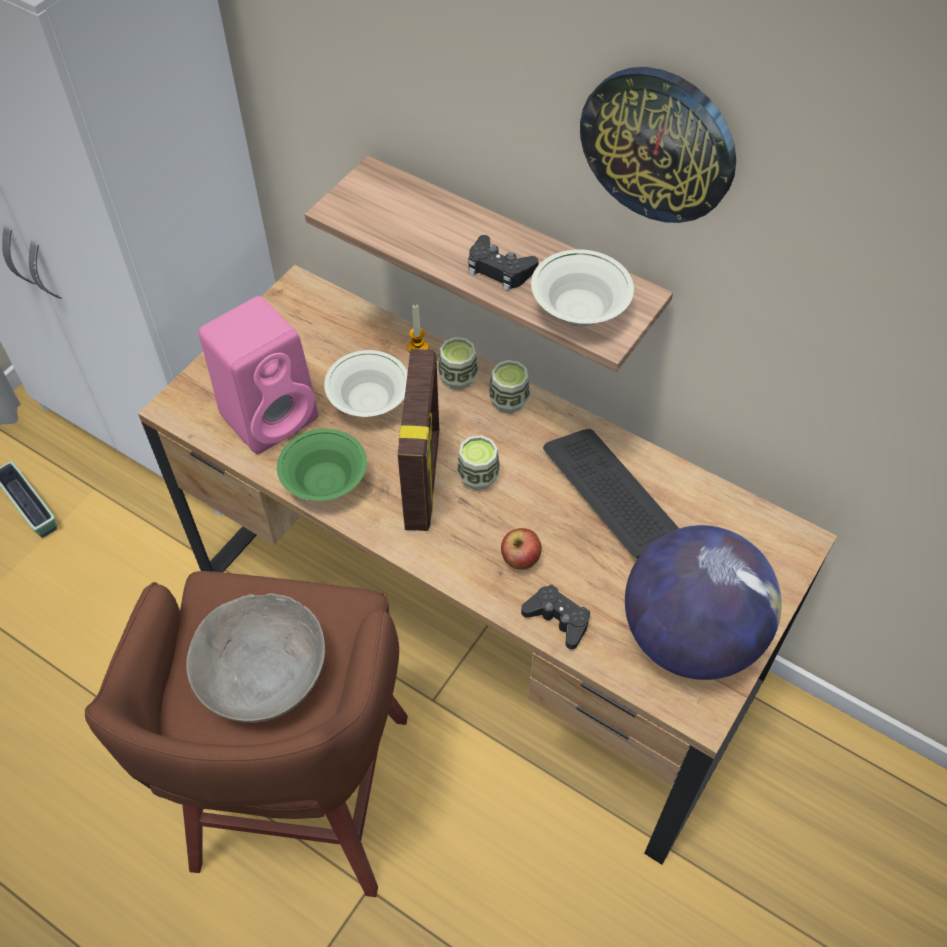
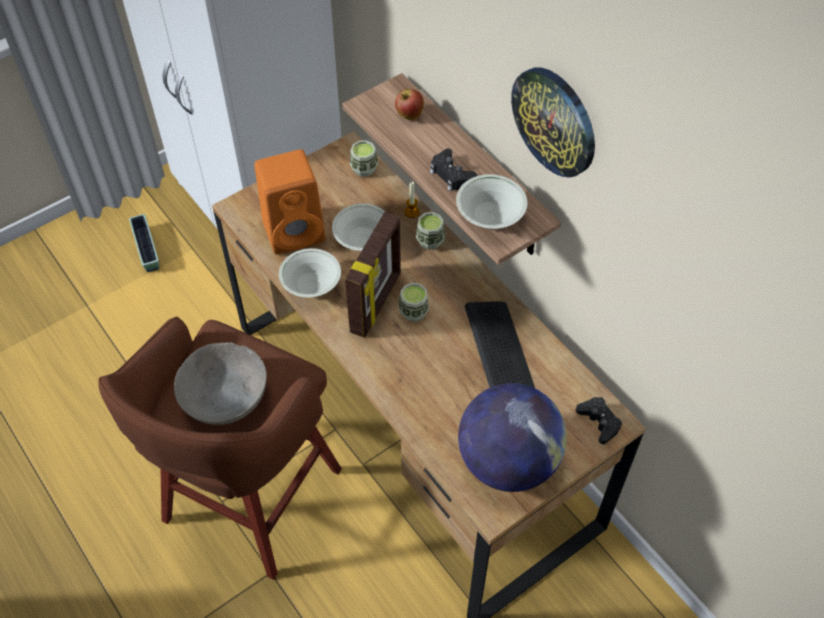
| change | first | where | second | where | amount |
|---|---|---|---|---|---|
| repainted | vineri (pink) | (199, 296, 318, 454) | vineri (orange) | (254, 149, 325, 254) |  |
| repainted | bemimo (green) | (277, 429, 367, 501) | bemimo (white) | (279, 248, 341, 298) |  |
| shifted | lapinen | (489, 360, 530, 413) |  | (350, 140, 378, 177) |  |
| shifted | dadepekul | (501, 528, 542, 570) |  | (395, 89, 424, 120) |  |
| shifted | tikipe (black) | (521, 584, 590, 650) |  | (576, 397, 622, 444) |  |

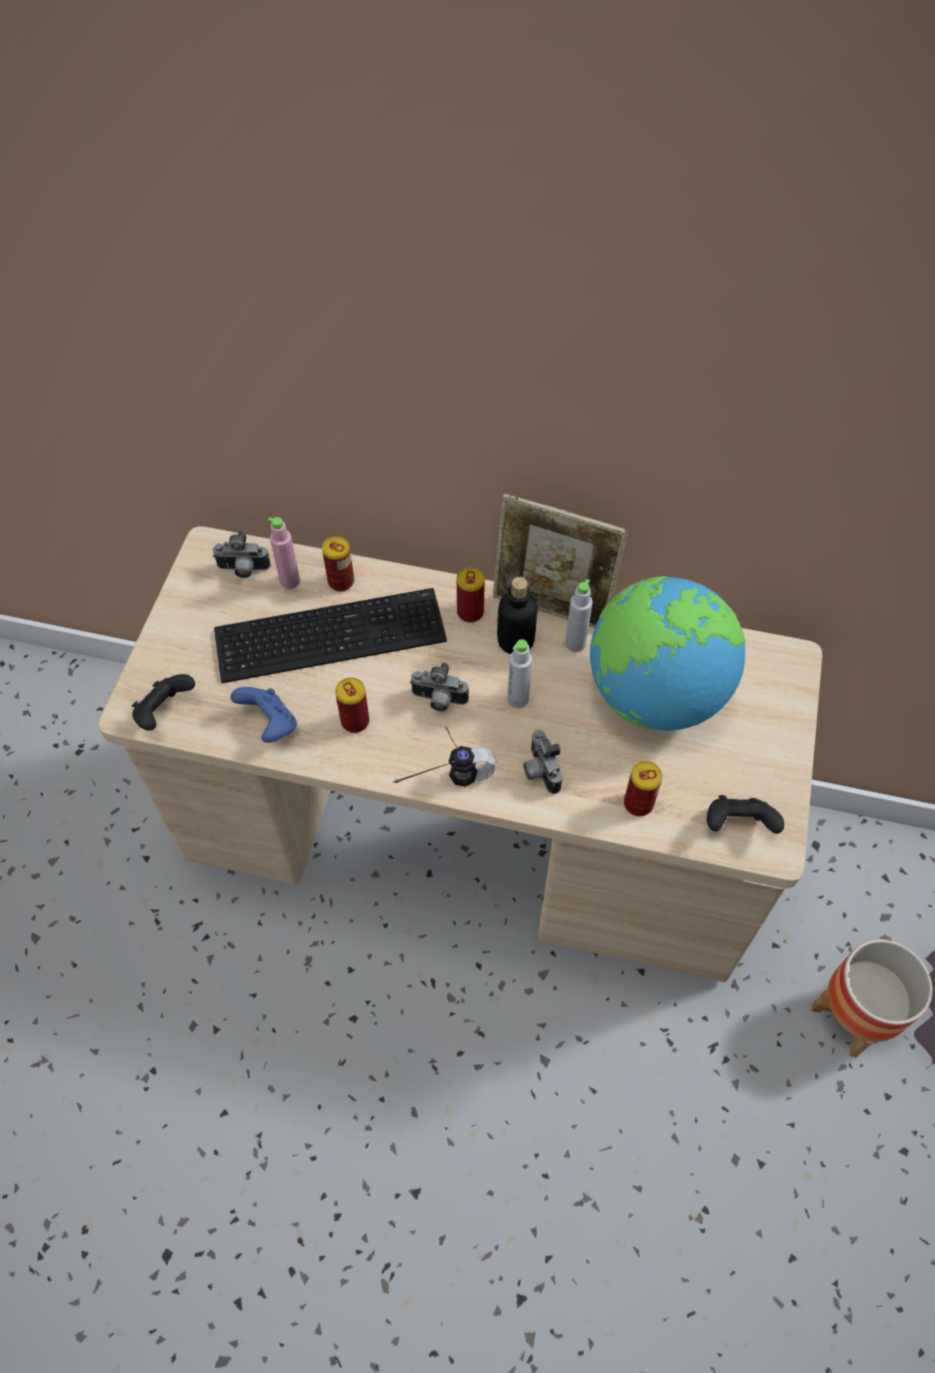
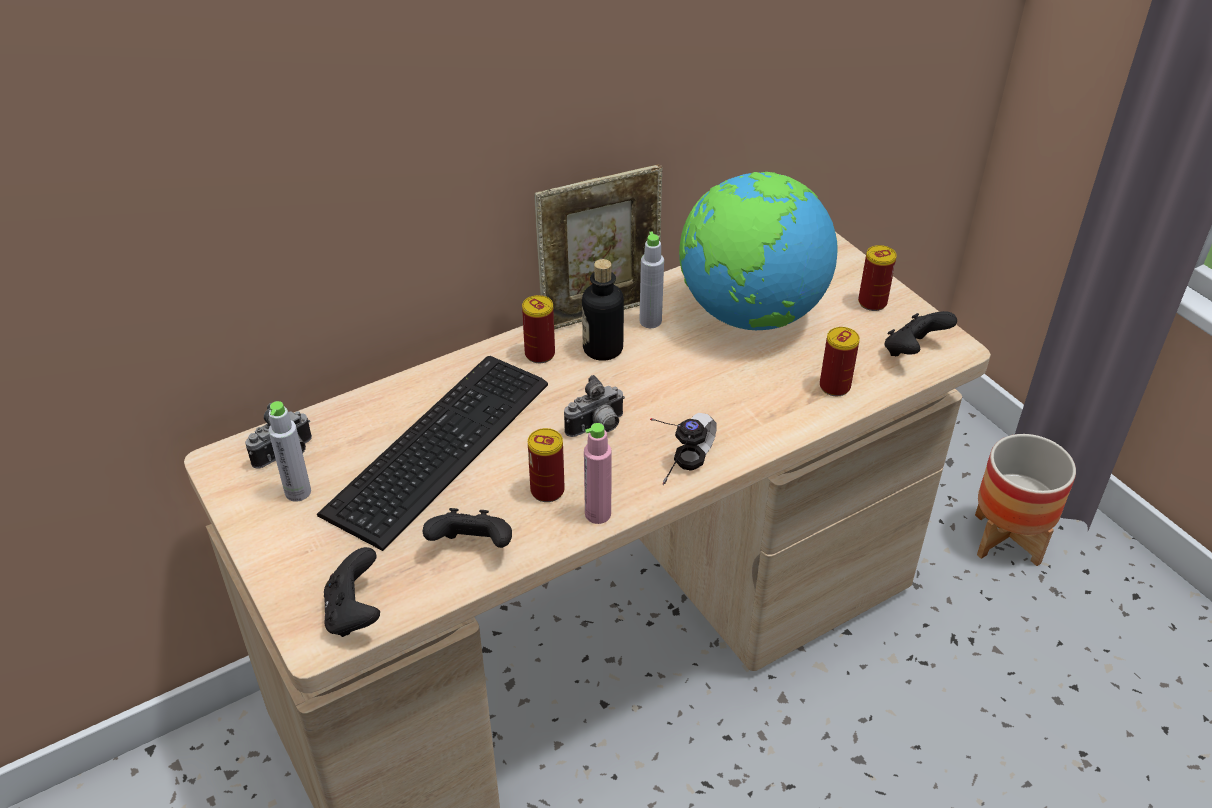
| change | first | where | second | where | amount |
|---|---|---|---|---|---|
| shifted | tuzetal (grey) | (507, 639, 532, 708) |  | (269, 401, 311, 502) |  |
| repainted | tikipe (blue) | (230, 687, 297, 743) | tikipe (black) | (423, 508, 512, 548) |  |
| shifted | tuzetal (pink) | (268, 517, 300, 589) |  | (584, 423, 612, 524) |  |
| shifted | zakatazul | (322, 536, 354, 592) |  | (858, 245, 897, 311) |  |
| gone | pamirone | (524, 730, 563, 794) |  |  |  |

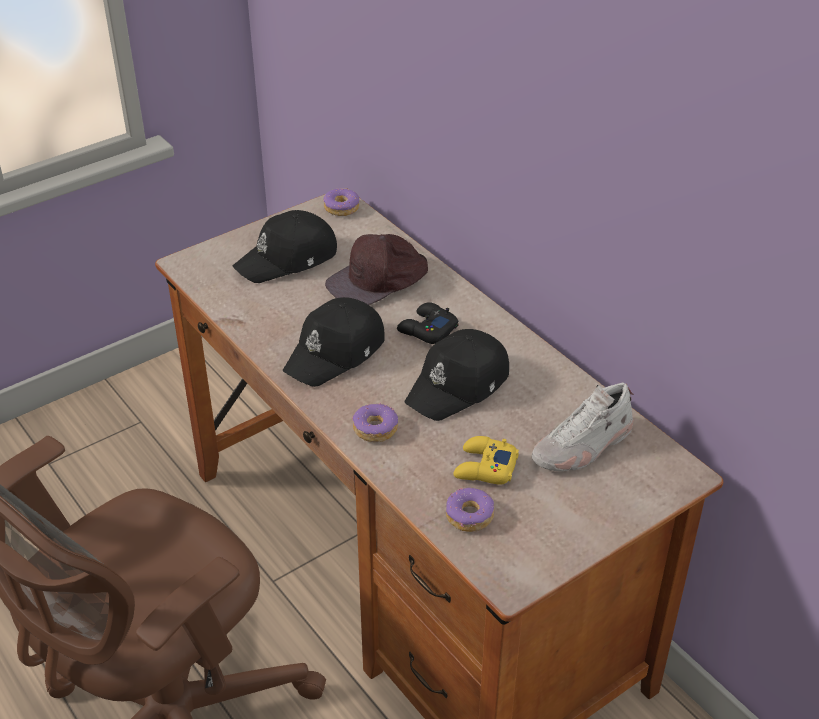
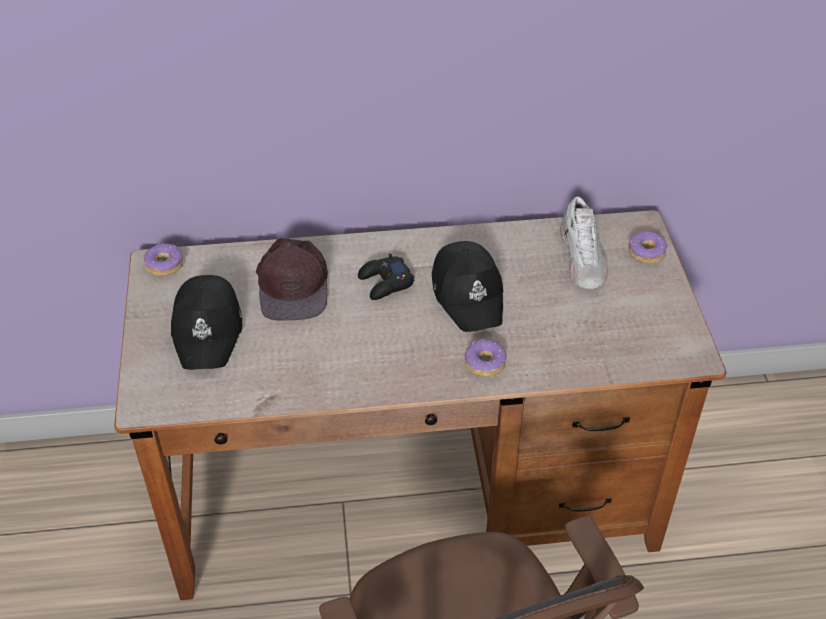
| change | first | where | second | where | amount |
|---|---|---|---|---|---|
| shifted | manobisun | (446, 488, 494, 532) |  | (629, 231, 667, 264) |  |
| gone | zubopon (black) | (283, 297, 385, 387) |  |  |  |
| gone | tikipe (yellow) | (453, 436, 519, 485) |  |  |  |

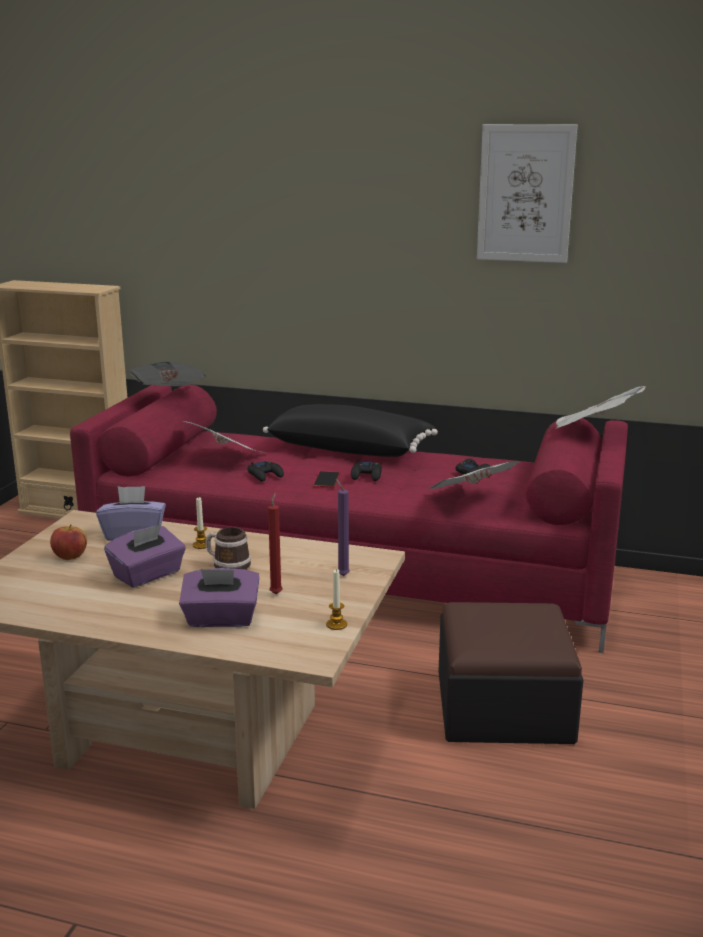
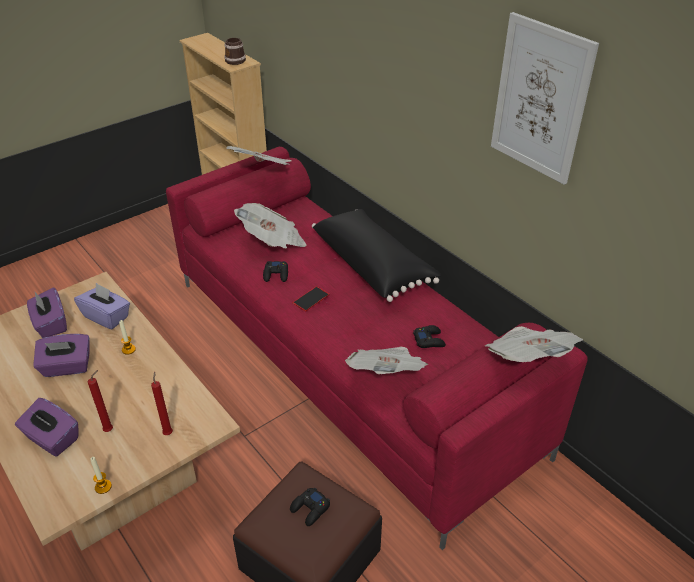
| change | first | where | second | where | amount |
|---|---|---|---|---|---|
| swapped | dadepekul | (50, 524, 87, 560) | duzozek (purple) | (27, 288, 67, 338) |  |
| repainted | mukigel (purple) | (336, 479, 350, 576) | mukigel (red) | (151, 372, 173, 435) |  |
| shifted | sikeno | (206, 527, 251, 570) |  | (224, 38, 246, 65) |  |
| shifted | tikipe (black) | (351, 459, 382, 481) |  | (290, 487, 330, 526) |  |

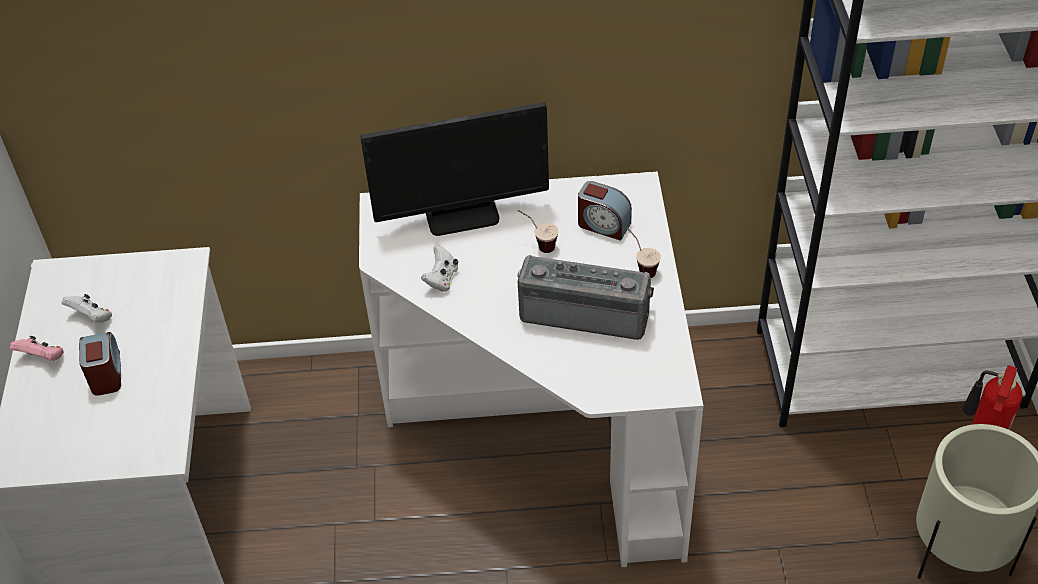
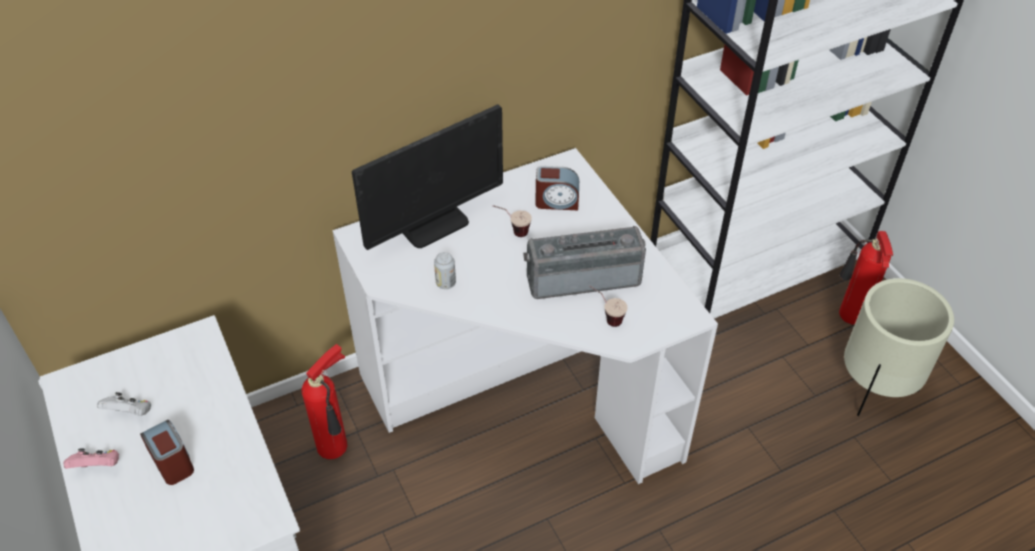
| change | first | where | second | where | amount |
|---|---|---|---|---|---|
| new |  |  | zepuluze | (302, 344, 347, 459) |  |
| swapped | tikipe (white) | (421, 245, 458, 292) | zakatazul | (434, 252, 456, 289) |  |
| shifted | lapinen | (627, 227, 661, 278) |  | (589, 285, 628, 327) |  |

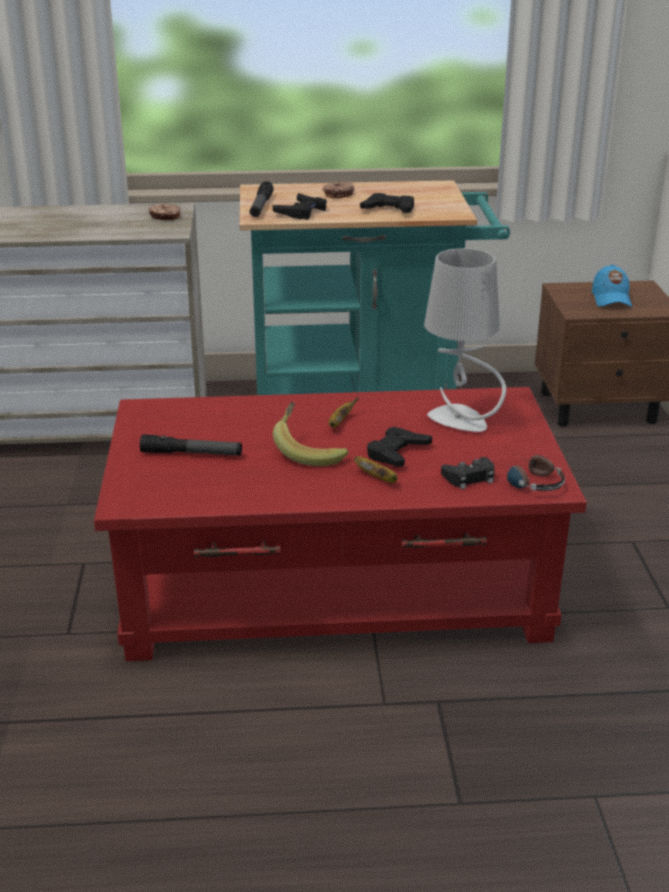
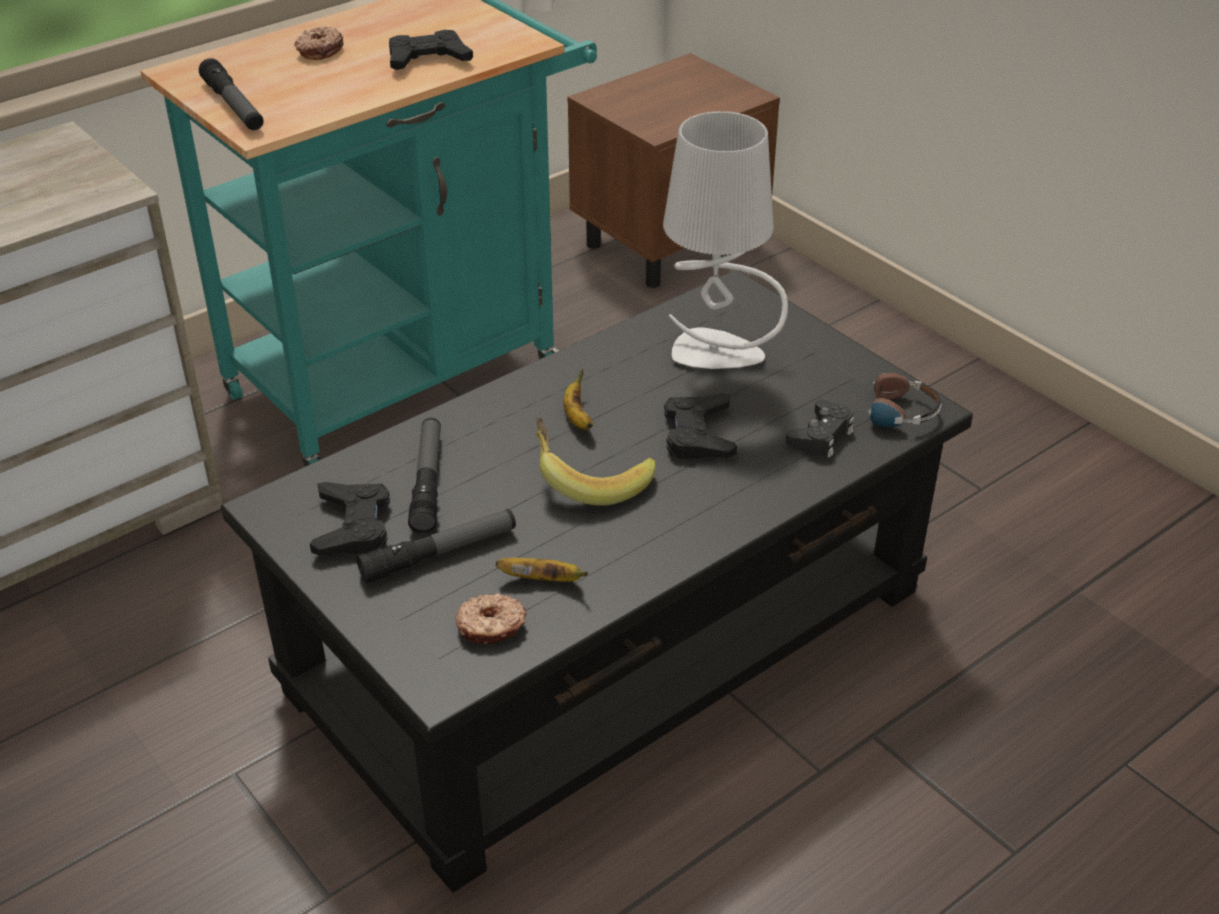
| change | first | where | second | where | amount |
|---|---|---|---|---|---|
| repainted | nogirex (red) | (94, 387, 587, 661) | nogirex (black) | (221, 270, 973, 892) |  |
| shifted | tikipe (black) | (273, 193, 327, 220) |  | (310, 482, 390, 556) |  |
| new |  |  | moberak | (408, 418, 441, 533) |  |
| shifted | manobisun | (149, 204, 180, 220) |  | (456, 593, 526, 645) |  |
| shifted | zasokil | (354, 456, 398, 483) |  | (496, 558, 588, 582) |  |
| gone | zubopon (blue) | (592, 264, 632, 307) |  |  |  |

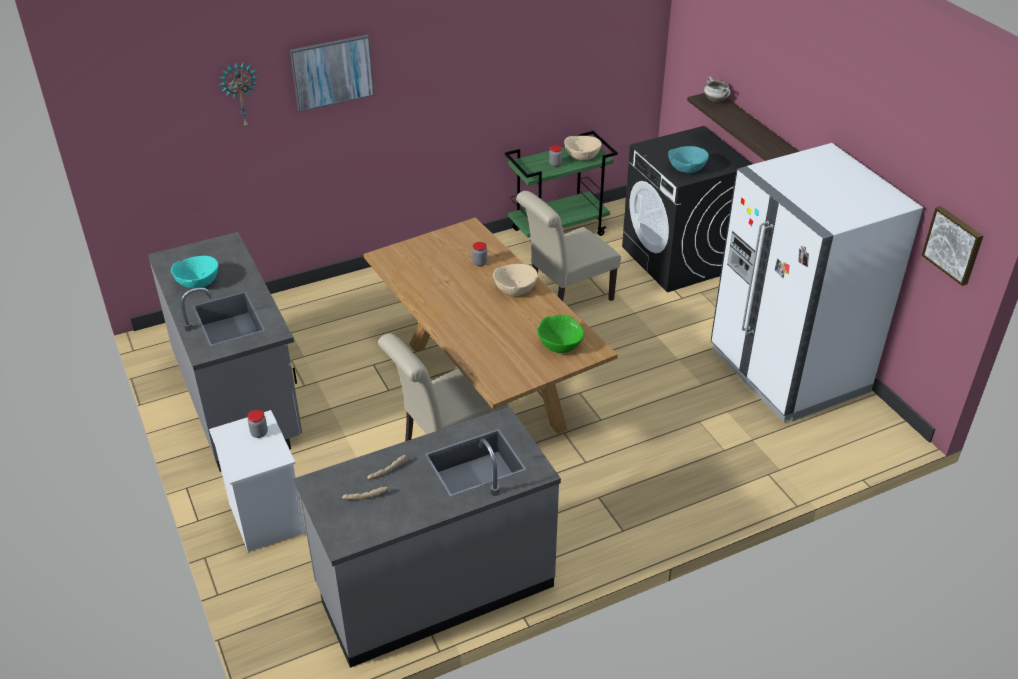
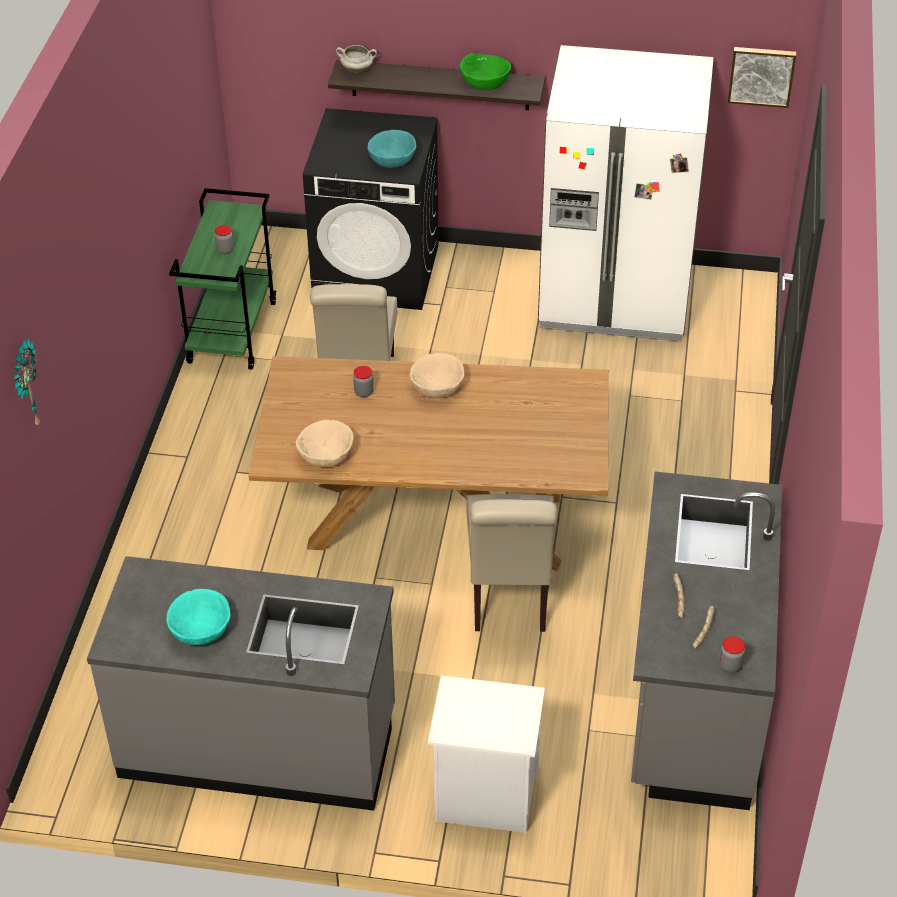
| change | first | where | second | where | amount |
|---|---|---|---|---|---|
| shifted | bemimo (beige) | (564, 136, 602, 160) |  | (296, 420, 354, 467) |  |
| shifted | bemimo (green) | (537, 315, 584, 353) |  | (459, 53, 511, 90) |  |
| shifted | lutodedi | (247, 410, 268, 438) |  | (719, 636, 745, 673) |  |
| gone | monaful | (290, 35, 374, 112) |  |  |  |

